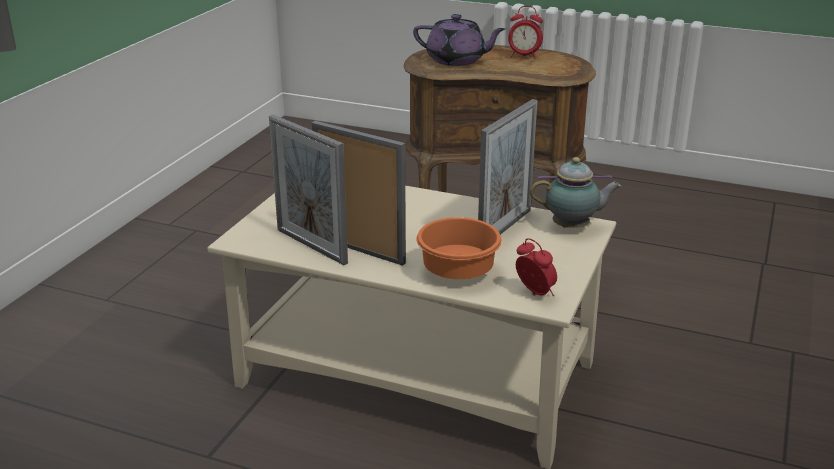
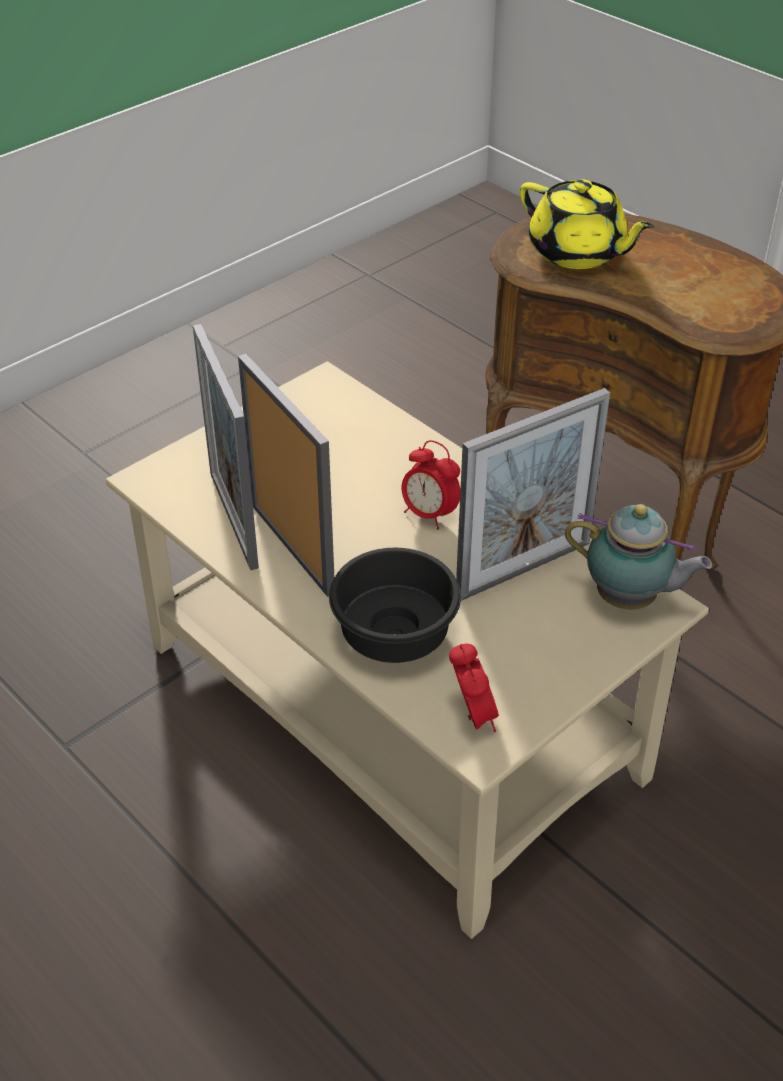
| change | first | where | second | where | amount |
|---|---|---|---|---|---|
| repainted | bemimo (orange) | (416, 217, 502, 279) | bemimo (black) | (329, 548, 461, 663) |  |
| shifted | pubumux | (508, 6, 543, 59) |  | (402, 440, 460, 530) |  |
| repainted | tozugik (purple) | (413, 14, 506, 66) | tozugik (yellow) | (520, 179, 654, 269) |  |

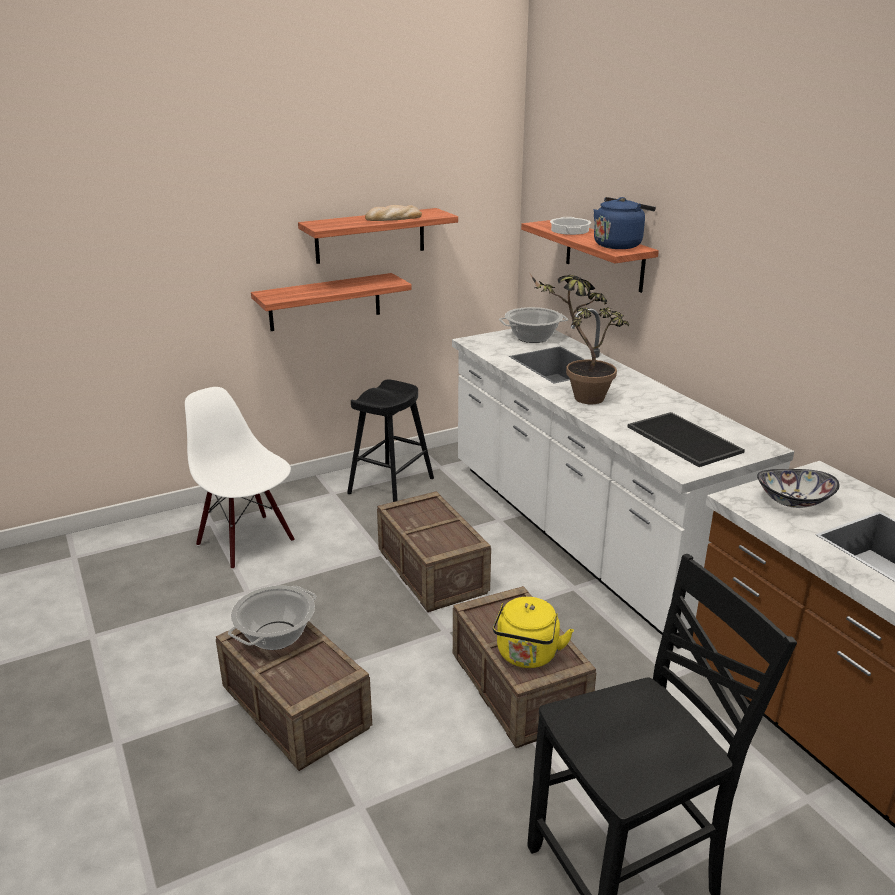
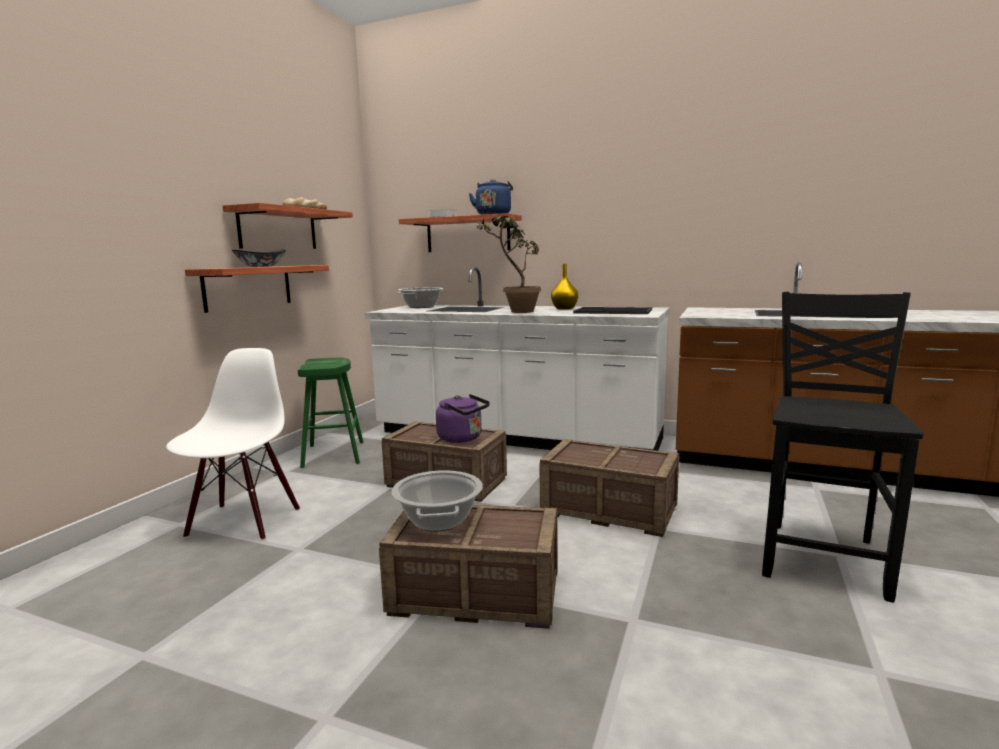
| change | first | where | second | where | amount |
|---|---|---|---|---|---|
| rotated | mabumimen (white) | (185, 387, 295, 569) |  | (166, 348, 300, 540) | 90 degrees clockwise |
| shifted | bemimo | (757, 469, 839, 508) |  | (232, 249, 286, 267) |  |
| repainted | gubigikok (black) | (347, 379, 434, 502) | gubigikok (green) | (298, 358, 363, 468) |  |
| new |  |  | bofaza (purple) | (436, 394, 490, 443) |  |
| new |  |  | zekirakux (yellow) | (551, 264, 578, 310) |  |
| gone | bofaza (yellow) | (493, 597, 574, 668) |  |  |  |

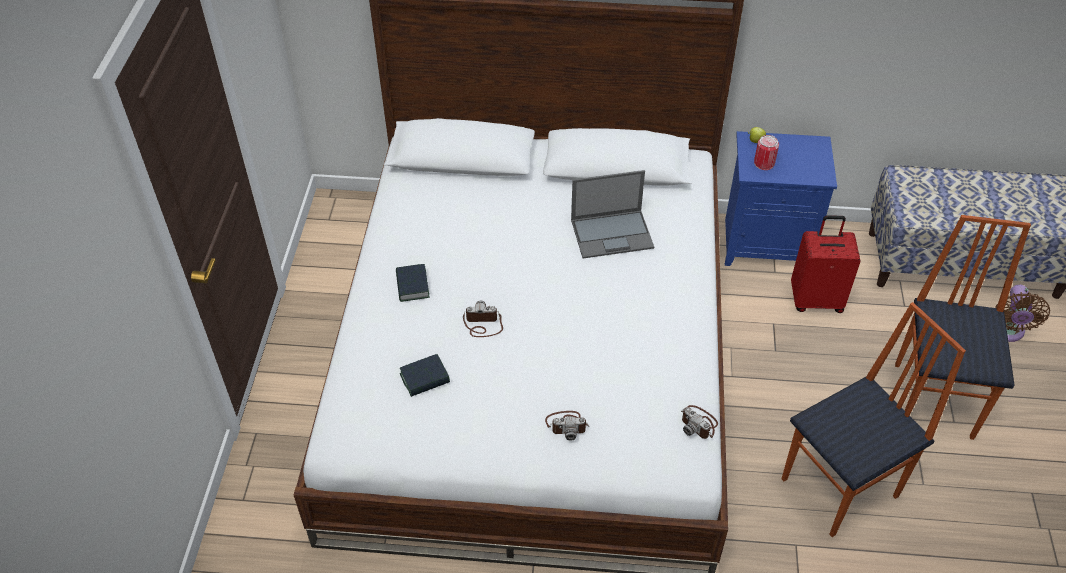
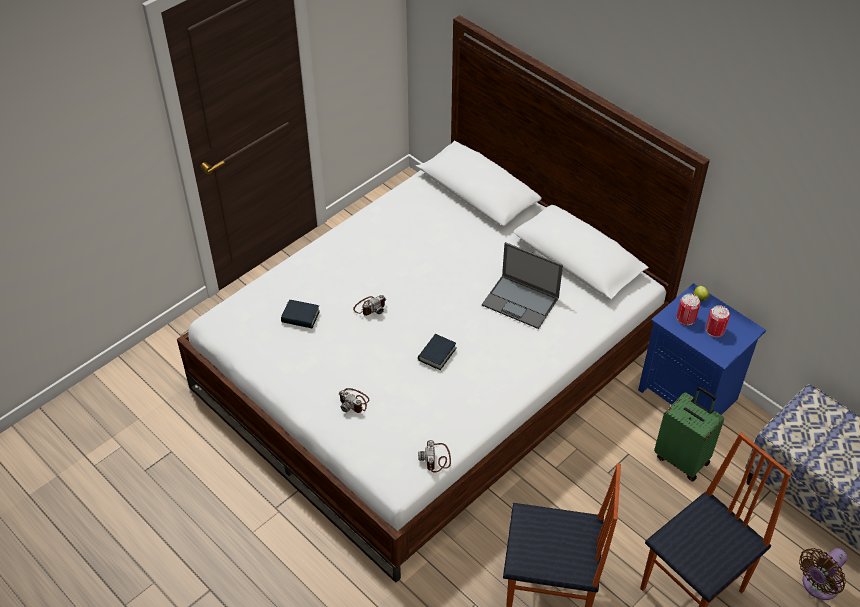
| change | first | where | second | where | amount |
|---|---|---|---|---|---|
| rotated | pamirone | (463, 301, 503, 337) |  | (353, 295, 386, 316) | 105 degrees clockwise |
| shifted | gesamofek | (396, 264, 430, 302) |  | (418, 334, 457, 370) |  |
| repainted | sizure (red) | (791, 215, 861, 313) | sizure (green) | (654, 387, 724, 481) |  |
| new |  |  | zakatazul | (706, 305, 730, 337) |  |

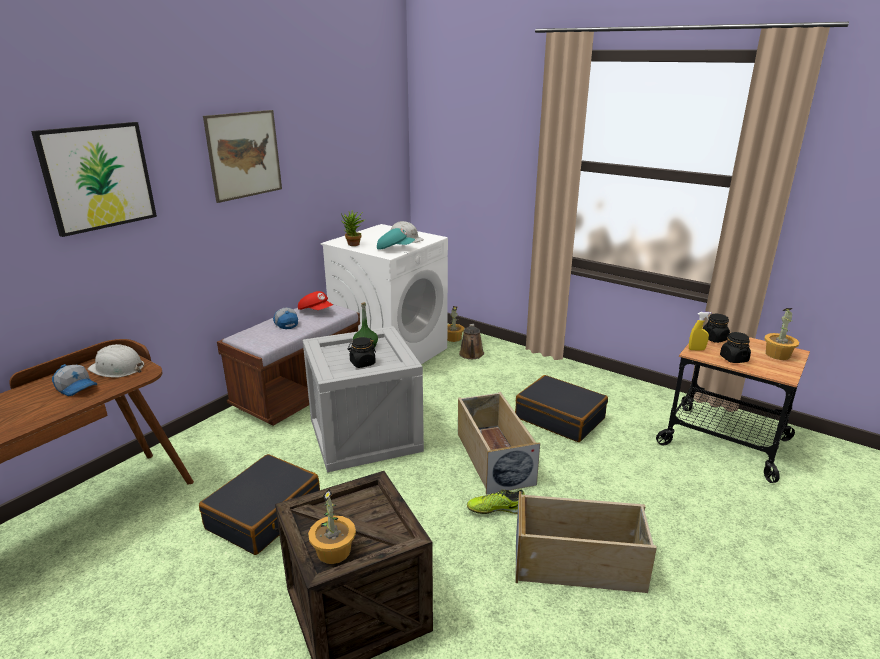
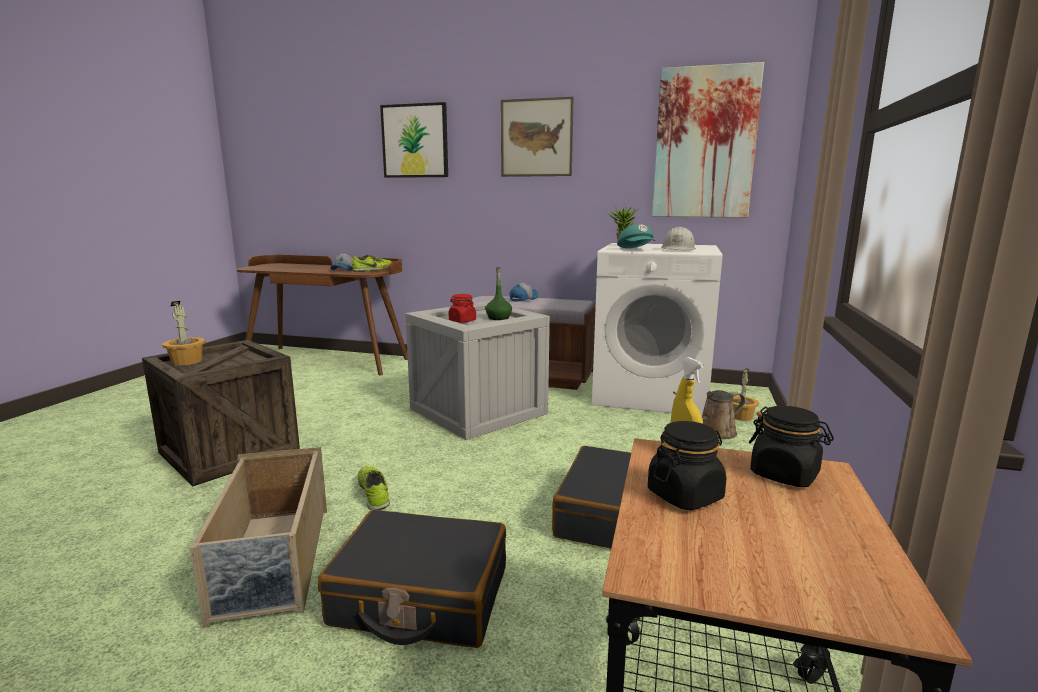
| change | first | where | second | where | amount |
|---|---|---|---|---|---|
| shifted | sizure (black) | (199, 454, 320, 555) |  | (318, 509, 506, 648) |  |
| swapped | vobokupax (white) | (88, 344, 144, 378) | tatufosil | (352, 254, 392, 272) |  |
| repainted | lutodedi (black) | (347, 337, 376, 368) | lutodedi (red) | (449, 294, 476, 323) |  |
| new |  |  | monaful | (652, 62, 764, 218) |  |
| gone | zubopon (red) | (298, 291, 333, 310) |  |  |  |
| gone | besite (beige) | (458, 392, 540, 494) |  |  |  |
| gone | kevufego | (764, 308, 799, 360) |  |  |  |

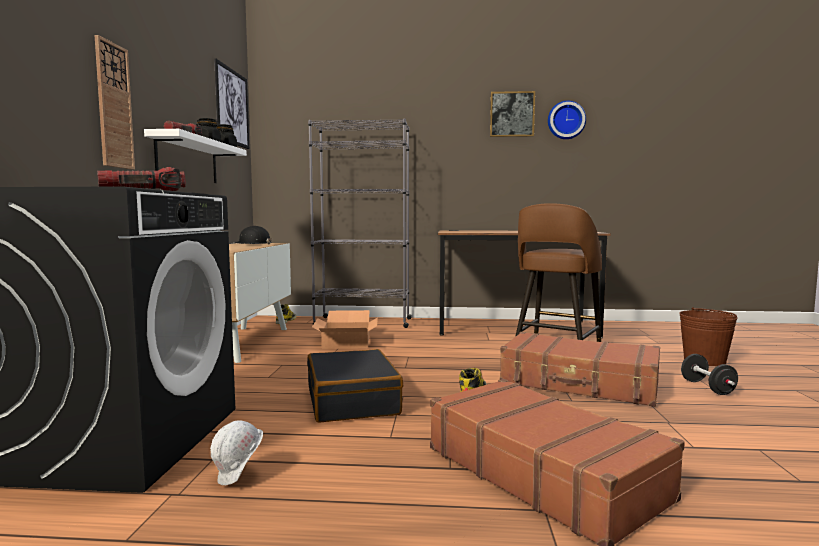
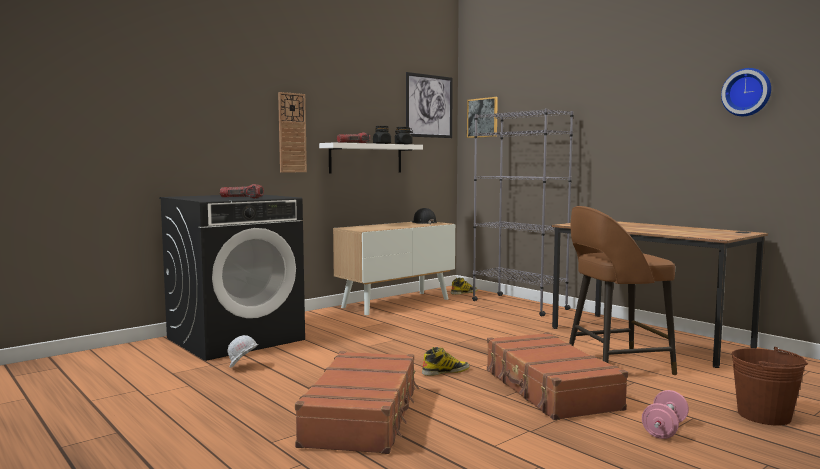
| change | first | where | second | where | amount |
|---|---|---|---|---|---|
| shifted | monaful | (490, 91, 535, 137) |  | (467, 97, 498, 138) |  |
| repainted | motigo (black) | (681, 354, 738, 395) | motigo (pink) | (642, 390, 689, 439) |  |
| gone | sizure (black) | (307, 349, 403, 423) |  |  |  |
| gone | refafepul | (312, 310, 378, 349) |  |  |  |

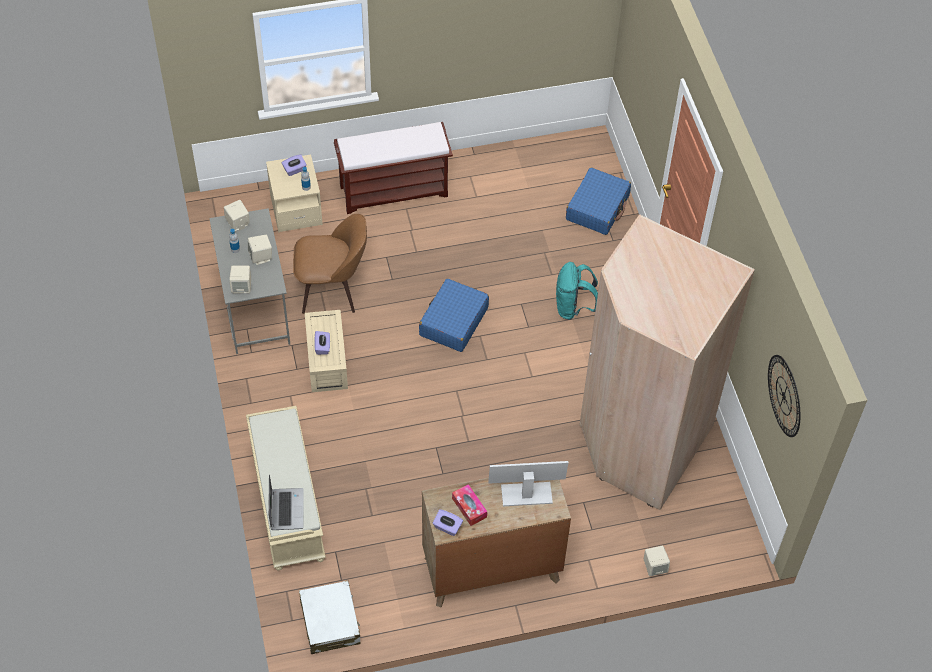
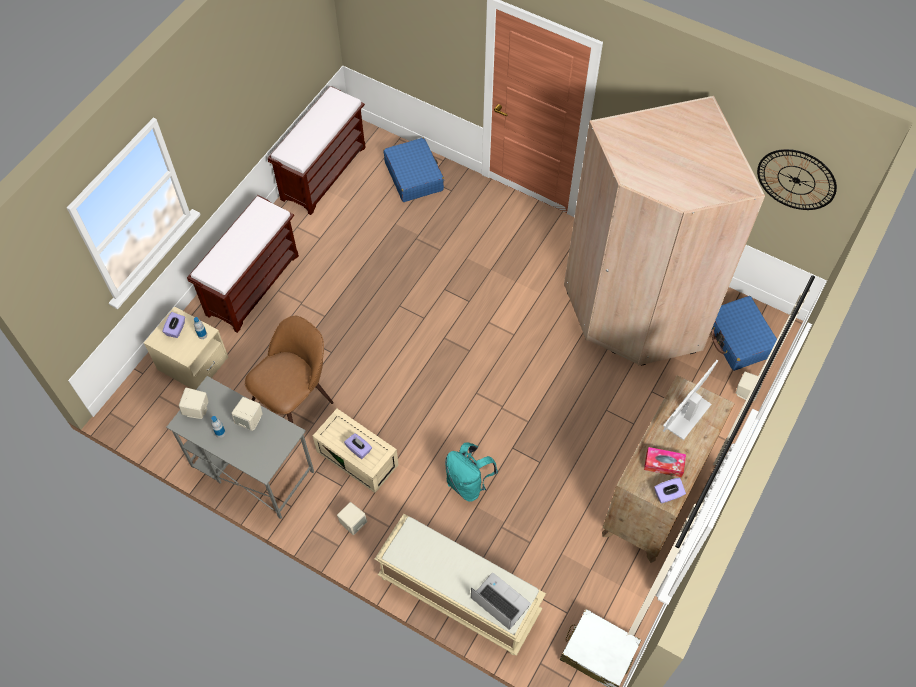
| change | first | where | second | where | amount |
|---|---|---|---|---|---|
| new |  |  | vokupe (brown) | (268, 86, 366, 215) |  |
| shifted | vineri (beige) | (229, 266, 251, 293) |  | (337, 502, 367, 535) |  |
| shifted | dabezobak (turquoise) | (556, 262, 598, 320) |  | (445, 442, 498, 502) |  |
| shifted | sizure (blue) | (419, 279, 489, 352) |  | (711, 296, 777, 371) |  |

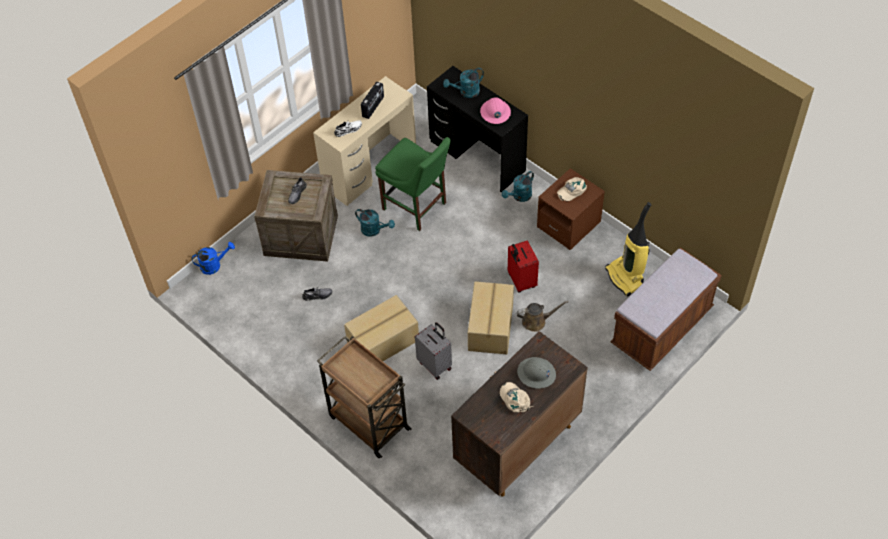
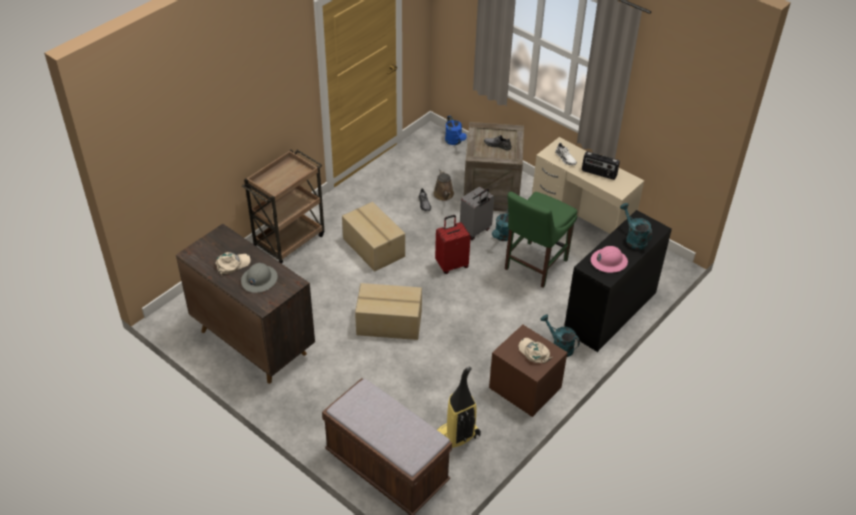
| change | first | where | second | where | amount |
|---|---|---|---|---|---|
| shifted | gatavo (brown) | (517, 301, 568, 332) |  | (433, 169, 454, 201) |  |
| shifted | sizure (red) | (508, 240, 539, 293) |  | (435, 215, 471, 274) |  |
| shifted | sizure (grey) | (415, 322, 452, 380) |  | (460, 186, 494, 240) |  |

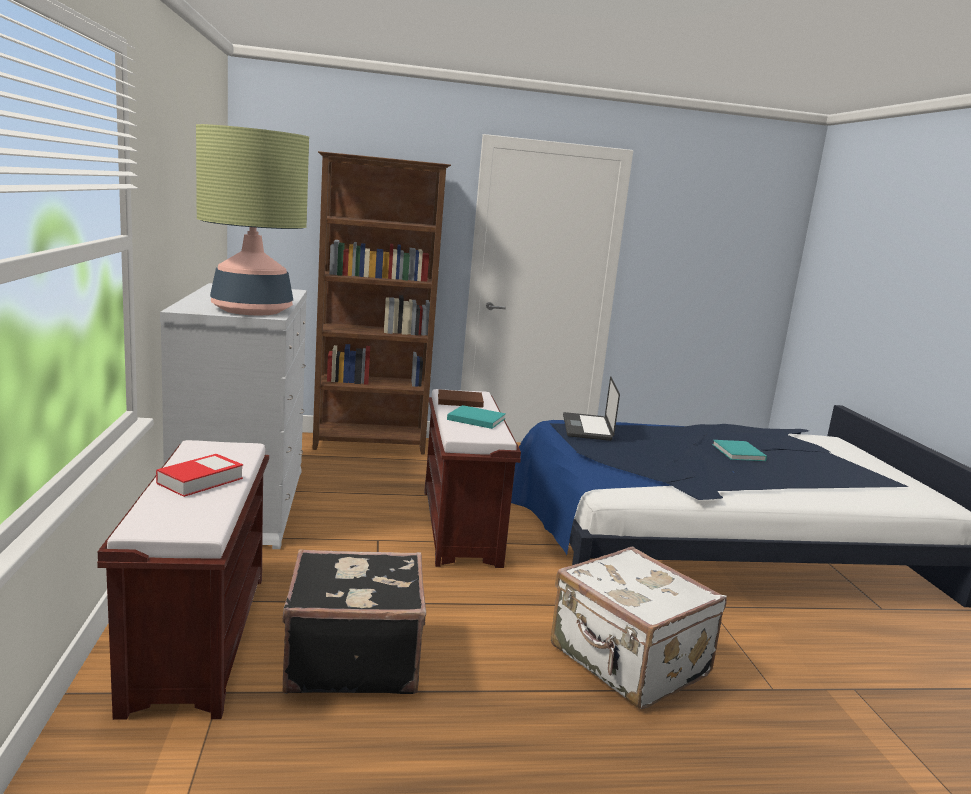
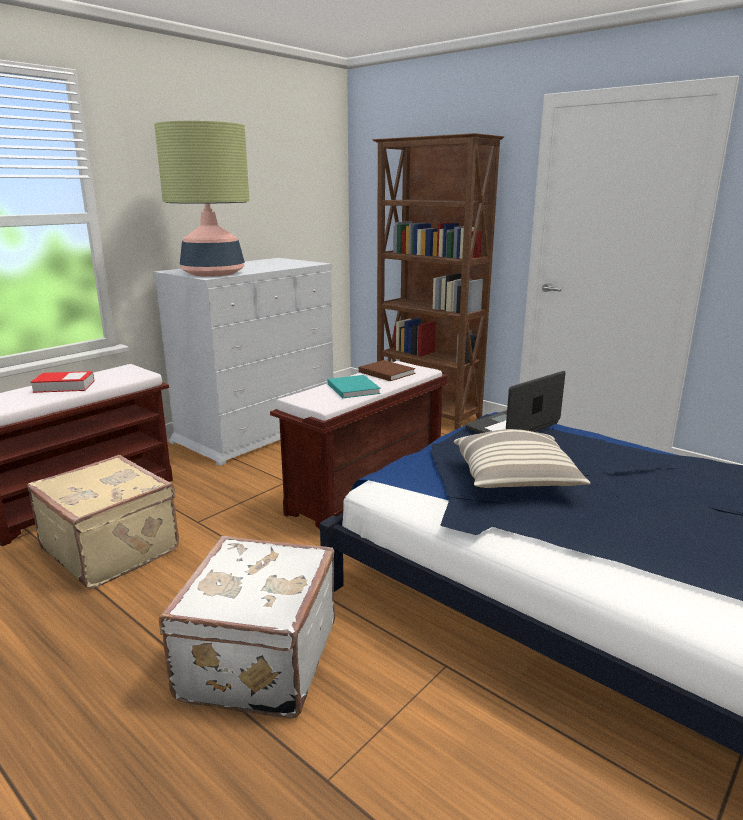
| change | first | where | second | where | amount |
|---|---|---|---|---|---|
| repainted | sizure (black) | (282, 549, 426, 694) | sizure (beige) | (27, 455, 179, 589) |  |
| new |  |  | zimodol | (453, 429, 590, 488) |  |
| gone | gesamofek (turquoise) | (712, 440, 767, 461) |  |  |  |

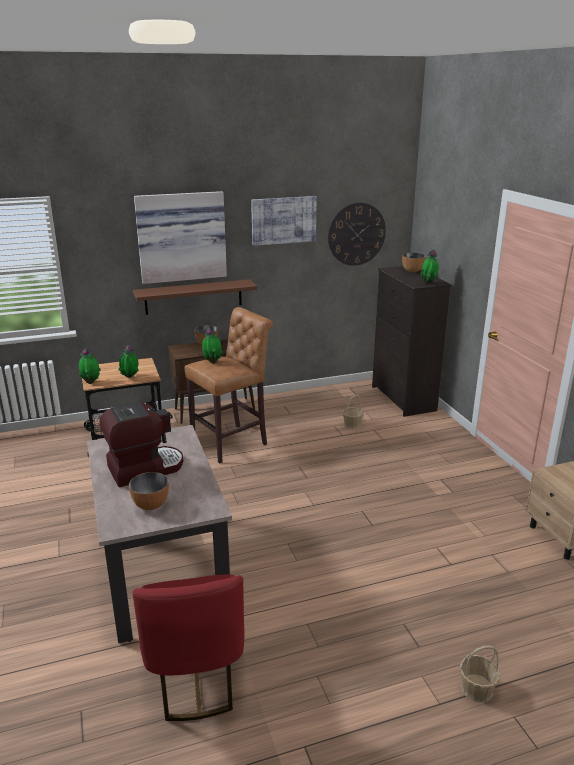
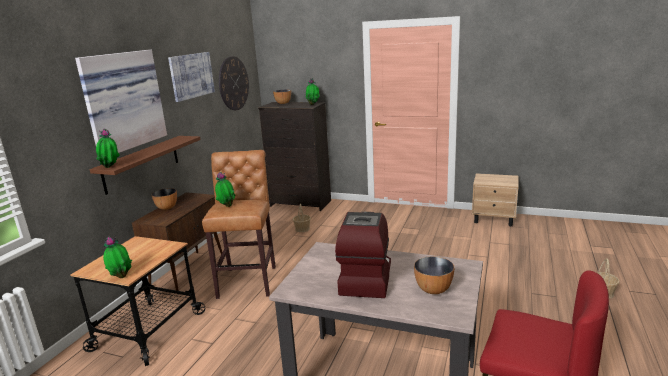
| change | first | where | second | where | amount |
|---|---|---|---|---|---|
| shifted | kevufego | (118, 345, 139, 378) |  | (96, 128, 120, 168) |  |

